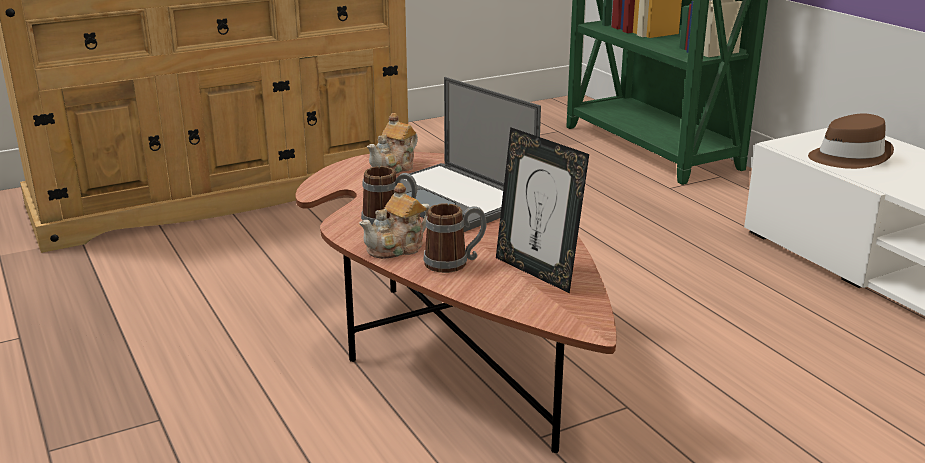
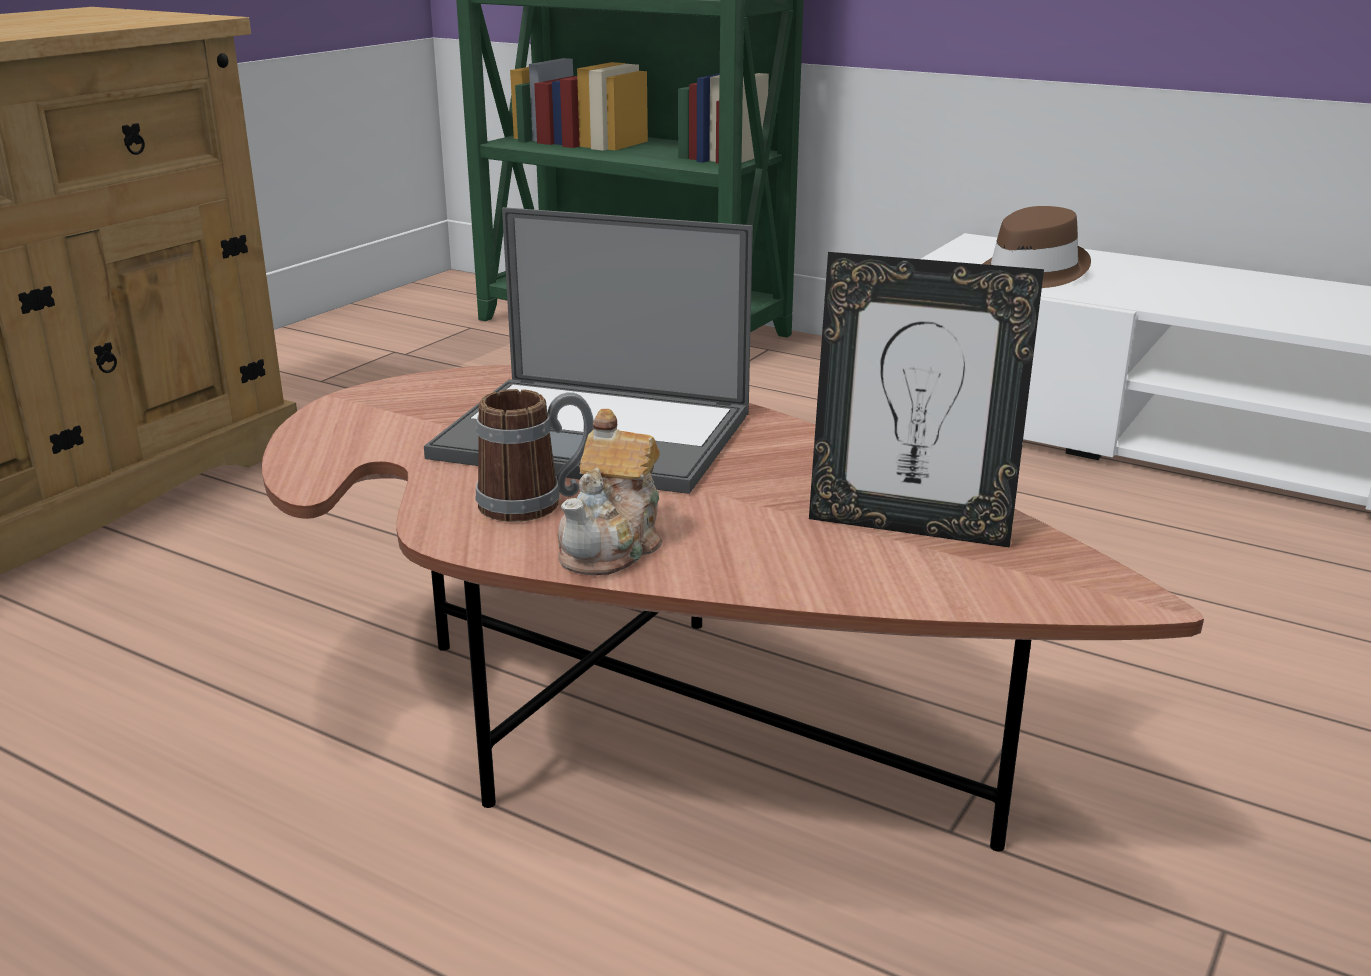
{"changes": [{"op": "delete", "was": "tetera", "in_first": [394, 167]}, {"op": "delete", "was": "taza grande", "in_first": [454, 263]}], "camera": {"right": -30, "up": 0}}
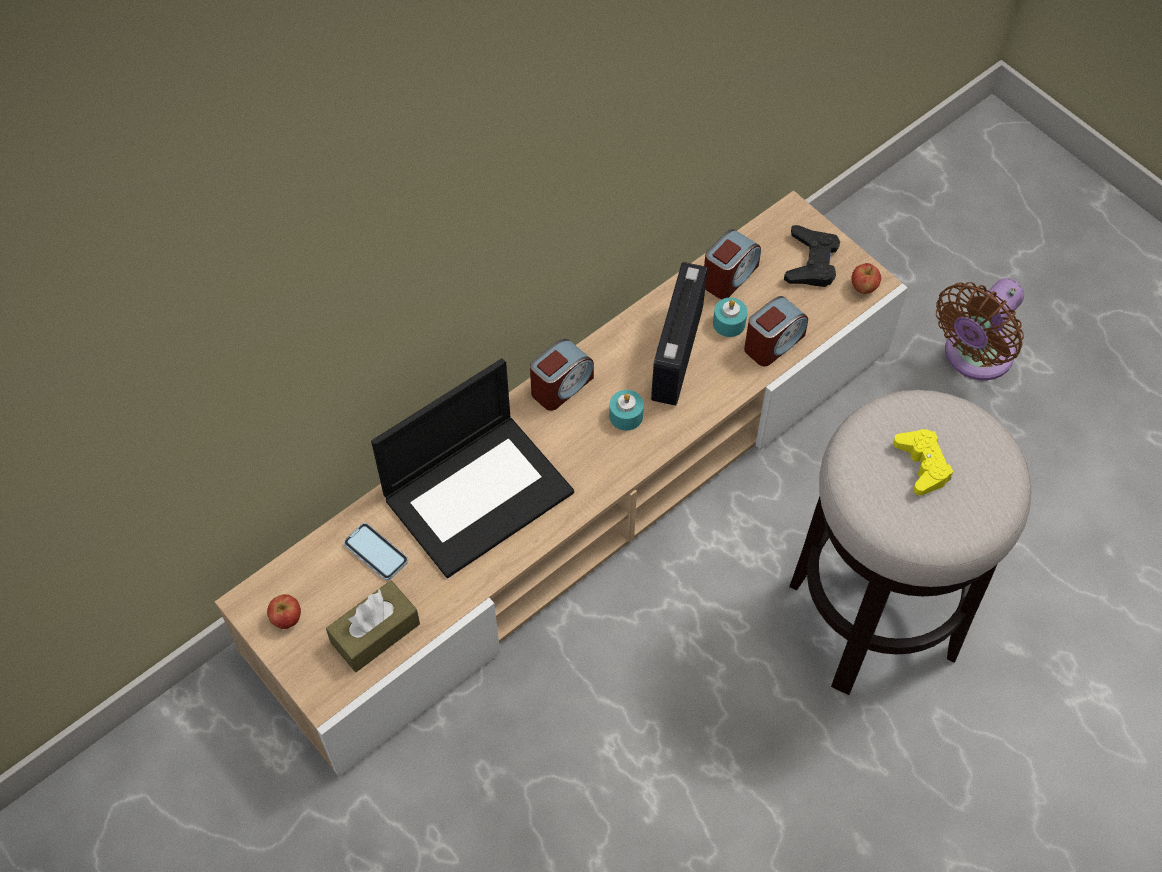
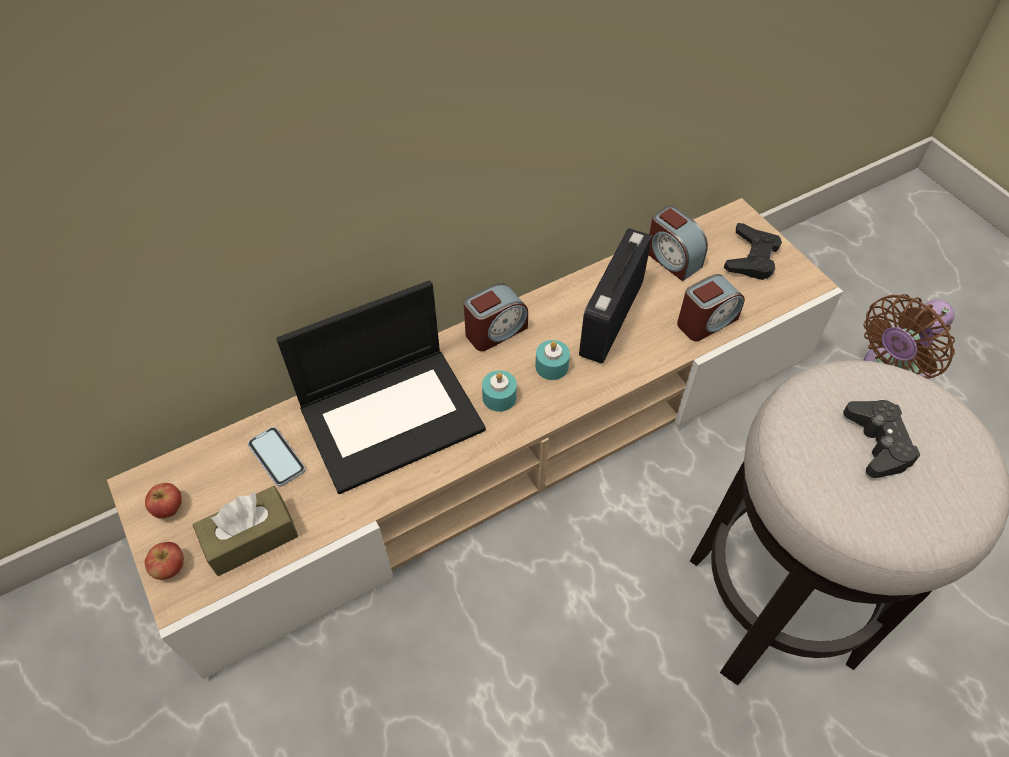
{"changes": [{"op": "rotate", "was": "despertador", "in_first": [729, 276], "in_second": [672, 259], "clockwise": 90}, {"op": "move", "was": "manzana", "in_first": [863, 287], "in_second": [170, 568]}, {"op": "move", "was": "vela (turquesa)", "in_first": [729, 323], "in_second": [499, 397]}, {"op": "recolor", "was": "mando de consola (amarillo)", "now": "mando de consola (negro)", "in_first": [922, 465], "in_second": [877, 443]}], "camera": {"right": 10, "up": -5}}
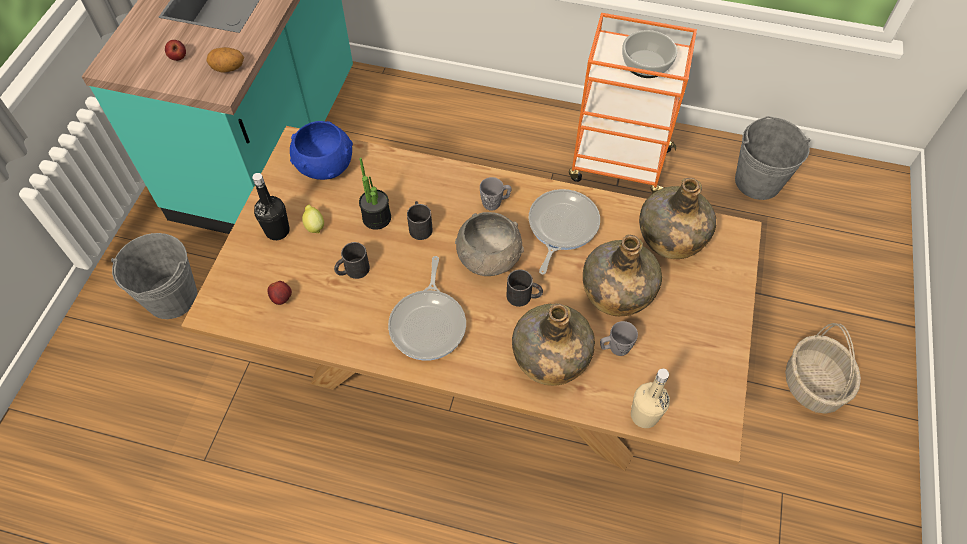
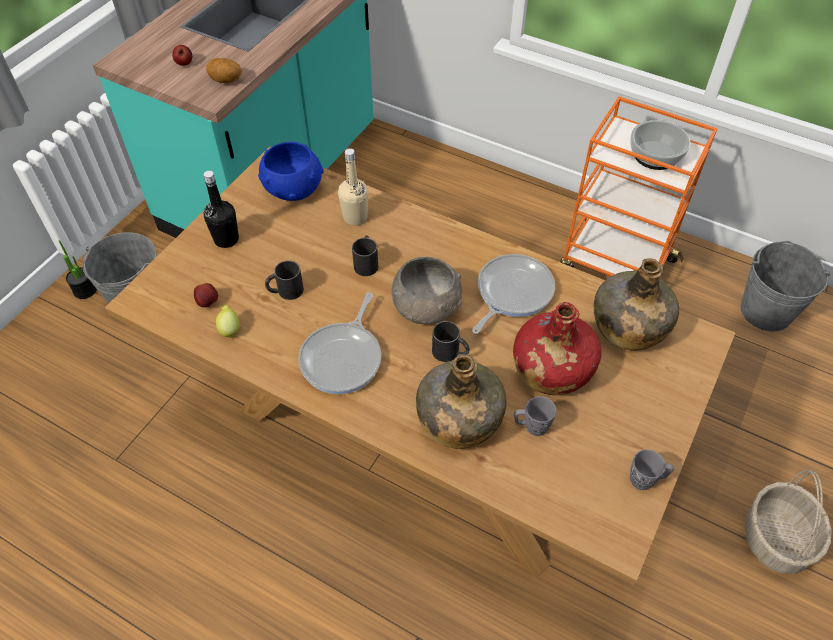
{"changes": [{"op": "move", "was": "planta en maceta", "in_first": [376, 218], "in_second": [85, 290]}, {"op": "move", "was": "taza grande (gris)", "in_first": [495, 203], "in_second": [646, 480]}, {"op": "move", "was": "limón", "in_first": [314, 226], "in_second": [230, 329]}, {"op": "recolor", "was": "botella (verde)", "now": "botella (rojo)", "in_first": [616, 291], "in_second": [551, 369]}, {"op": "move", "was": "botella (beis)", "in_first": [644, 415], "in_second": [355, 217]}], "camera": {"right": 15, "up": -5}}
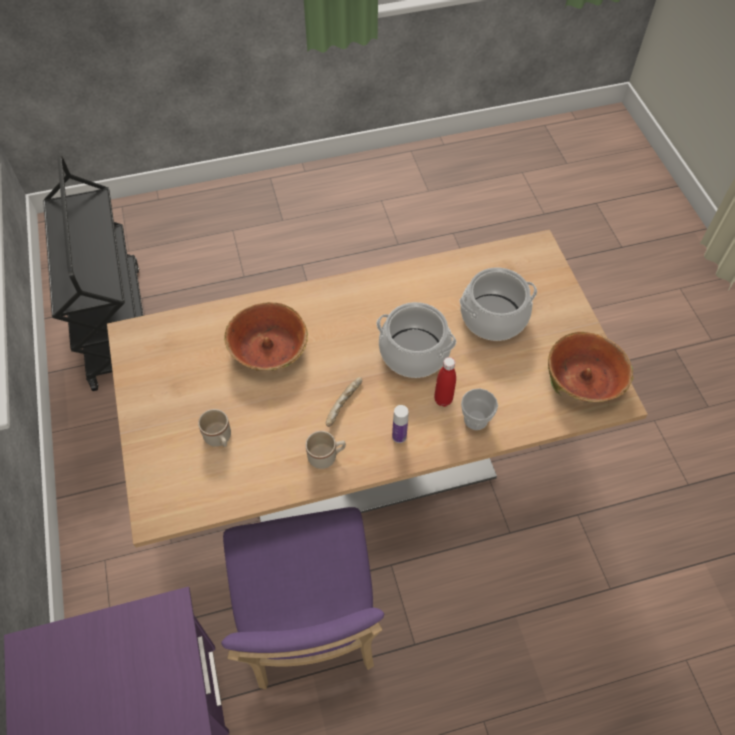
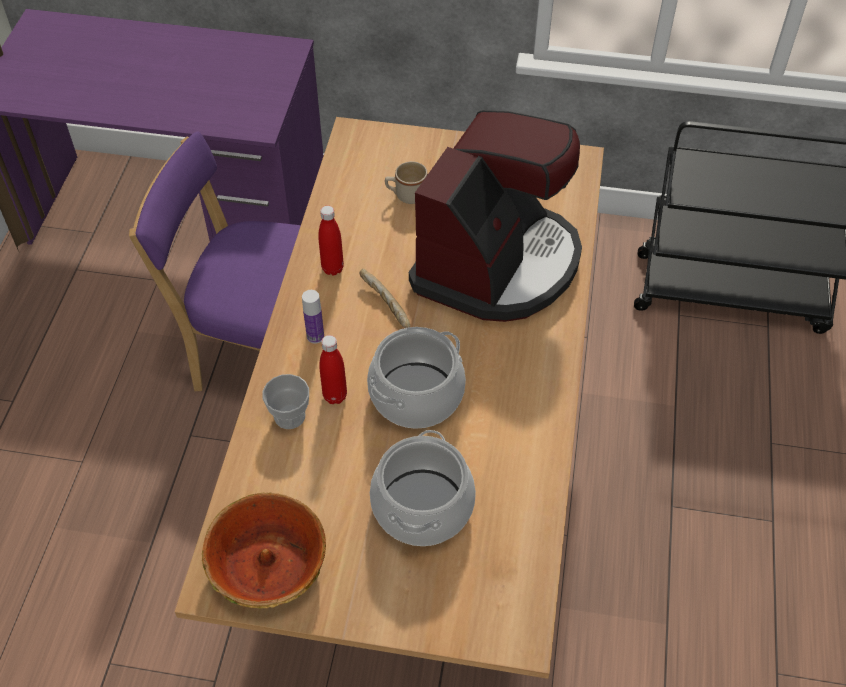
{"changes": [{"op": "replace", "was": "cuenco", "now": "cafetera", "in_first": [268, 349], "in_second": [497, 263]}, {"op": "replace", "was": "taza grande (beis)", "now": "botella (rojo)", "in_first": [326, 456], "in_second": [332, 268]}], "camera": {"right": 115, "up": -5}}
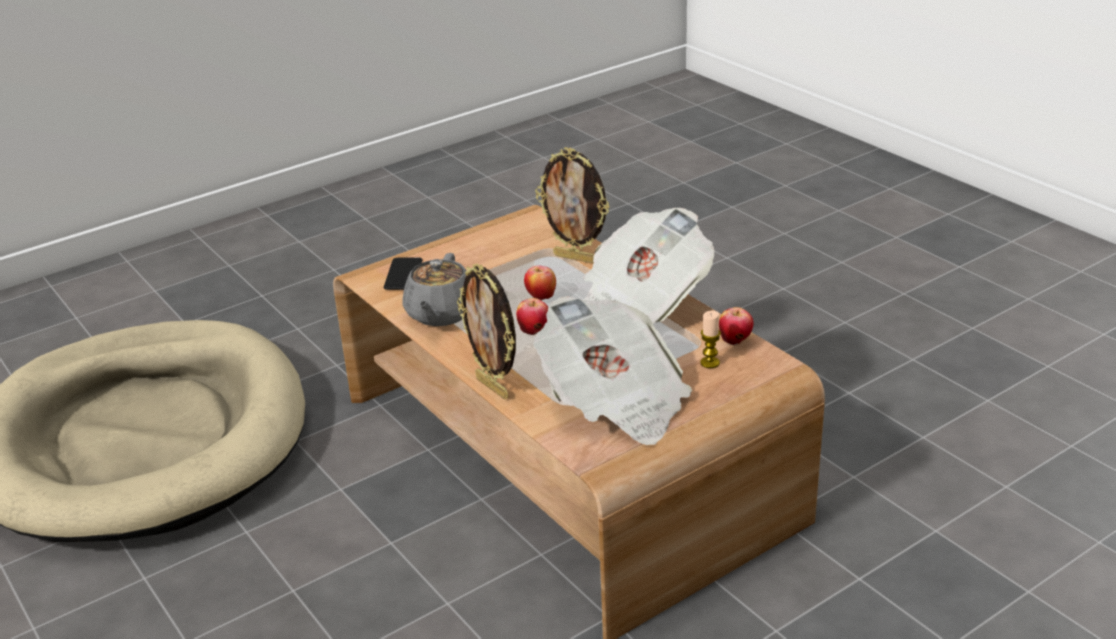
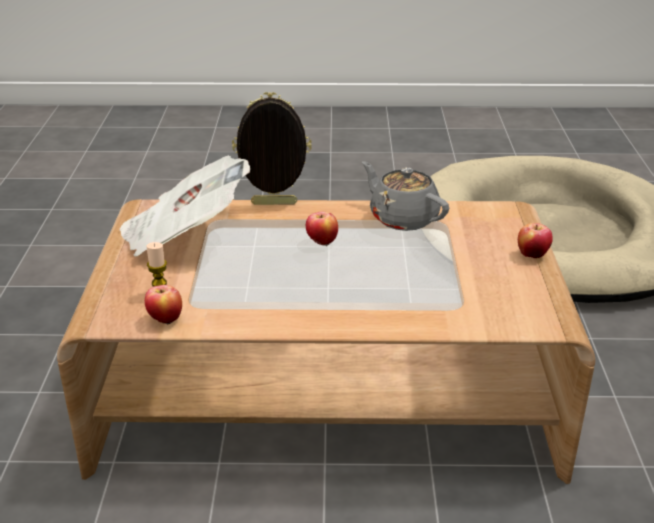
{"changes": [{"op": "delete", "was": "portarretratos", "in_first": [575, 258]}, {"op": "delete", "was": "periódico", "in_first": [640, 304]}, {"op": "delete", "was": "móvil", "in_first": [403, 275]}, {"op": "move", "was": "manzana", "in_first": [541, 297], "in_second": [532, 255]}], "camera": {"right": 125, "up": 0}}
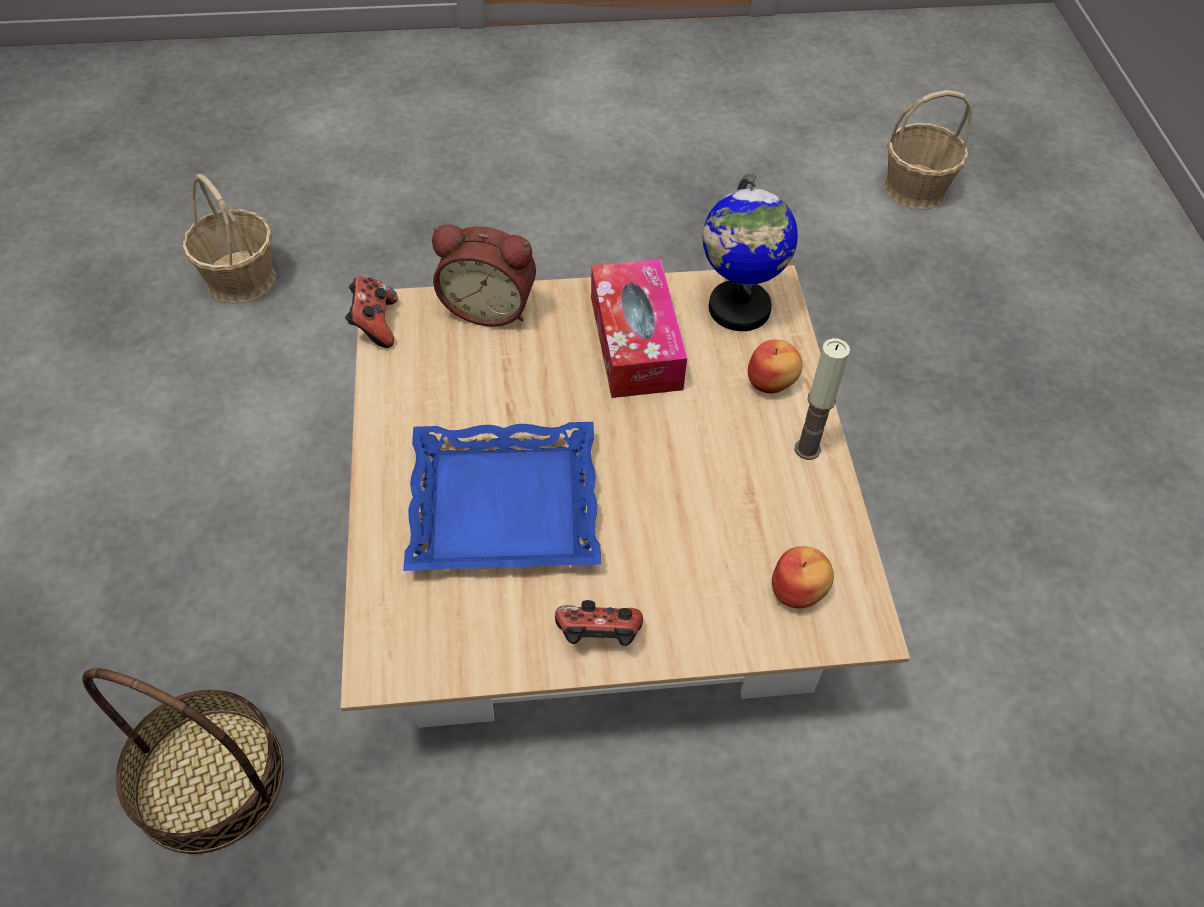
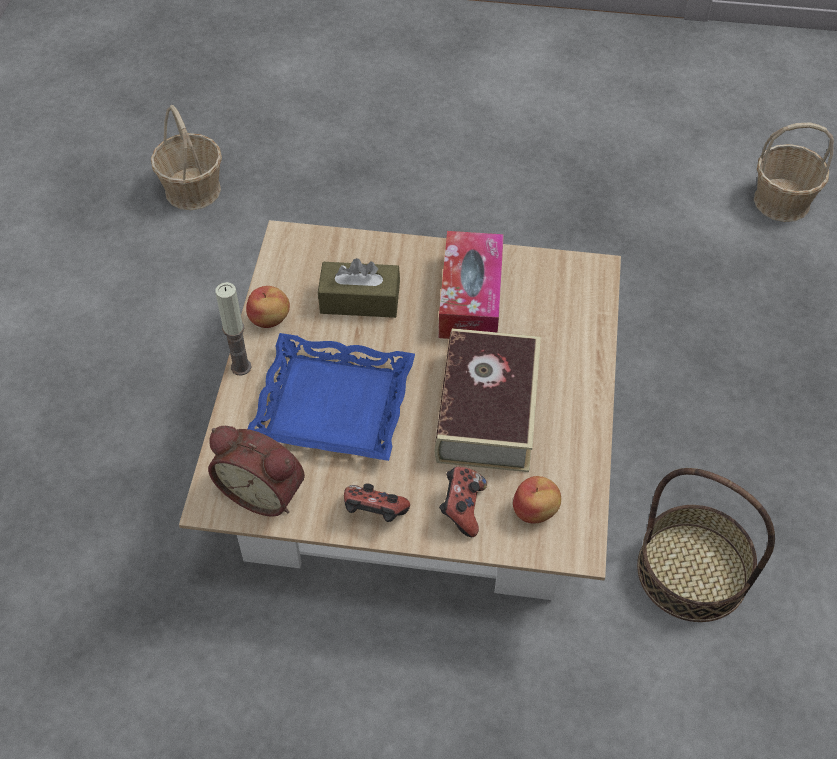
{"changes": [{"op": "delete", "was": "globo terráqueo", "in_first": [738, 309]}, {"op": "move", "was": "despertador", "in_first": [489, 306], "in_second": [264, 491]}, {"op": "move", "was": "mando de consola", "in_first": [375, 324], "in_second": [462, 509]}, {"op": "move", "was": "vela", "in_first": [807, 449], "in_second": [241, 367]}, {"op": "move", "was": "manzana", "in_first": [771, 382], "in_second": [270, 319]}, {"op": "move", "was": "cesta", "in_first": [210, 778], "in_second": [692, 571]}, {"op": "insert", "now": "caja de pañuelos (marrón)", "in_second": [360, 300]}, {"op": "insert", "now": "libro", "in_second": [487, 410]}], "camera": {"right": 15, "up": 0}}
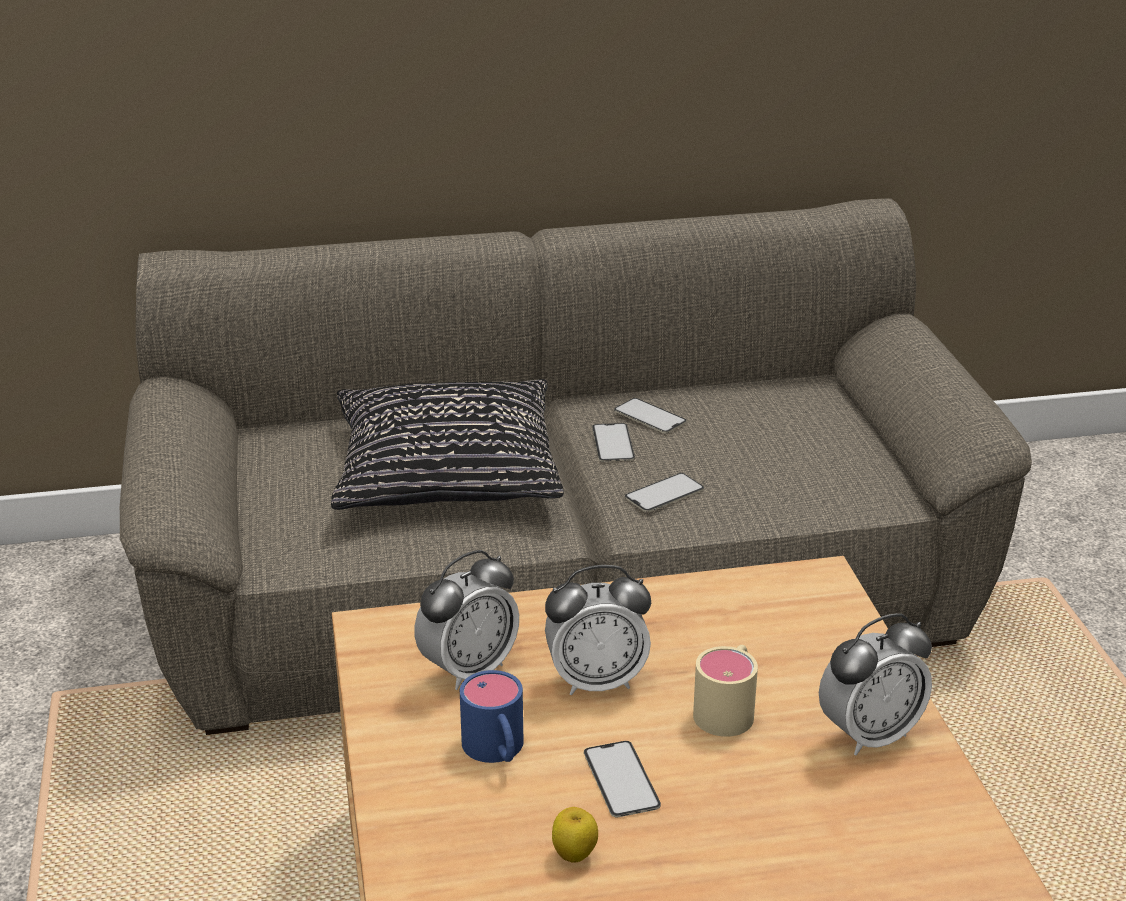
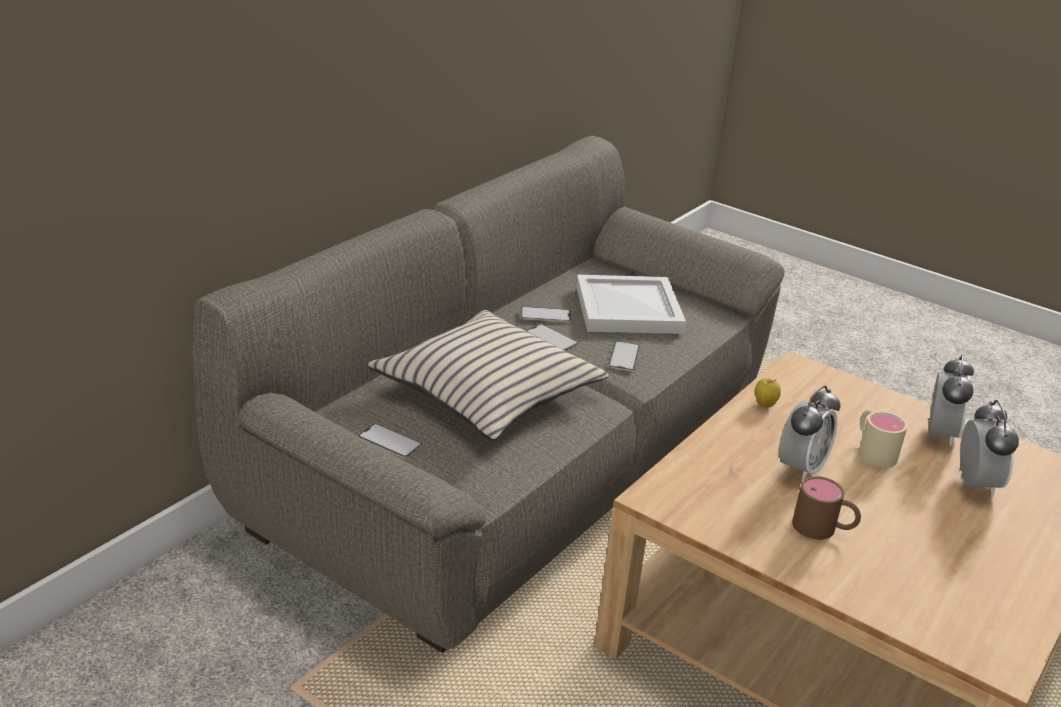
{"changes": [{"op": "recolor", "was": "cojín (negro)", "now": "cojín (beis)", "in_first": [446, 470], "in_second": [487, 392]}, {"op": "move", "was": "despertador", "in_first": [468, 670], "in_second": [975, 484]}, {"op": "recolor", "was": "taza grande (azul)", "now": "taza grande (marrón)", "in_first": [497, 751], "in_second": [823, 529]}, {"op": "move", "was": "móvil", "in_first": [621, 779], "in_second": [390, 441]}, {"op": "move", "was": "manzana", "in_first": [574, 855], "in_second": [765, 404]}, {"op": "insert", "now": "bandeja (blanco)", "in_second": [627, 310]}], "camera": {"right": -45, "up": 0}}
